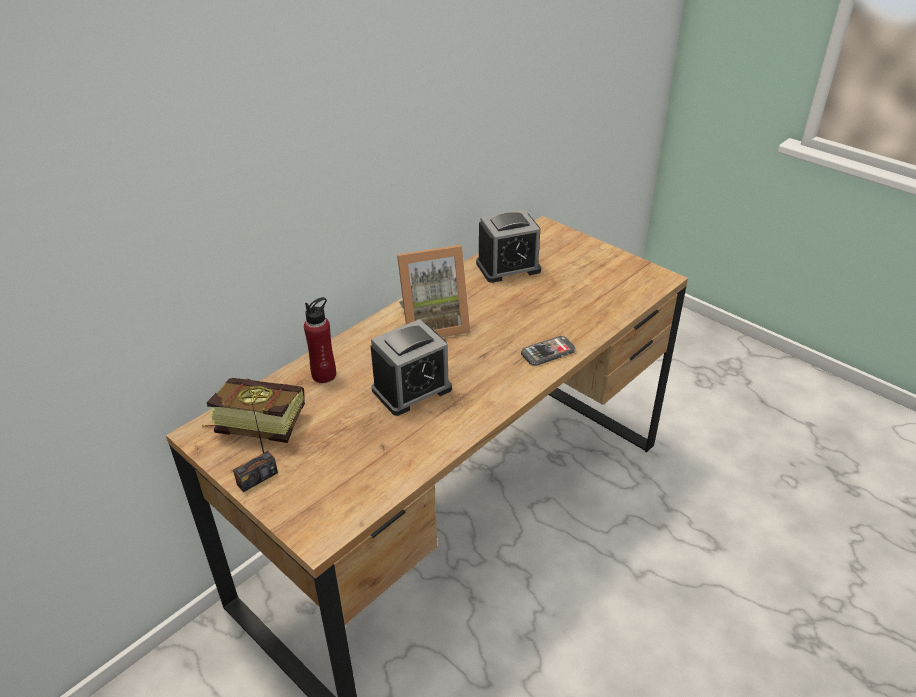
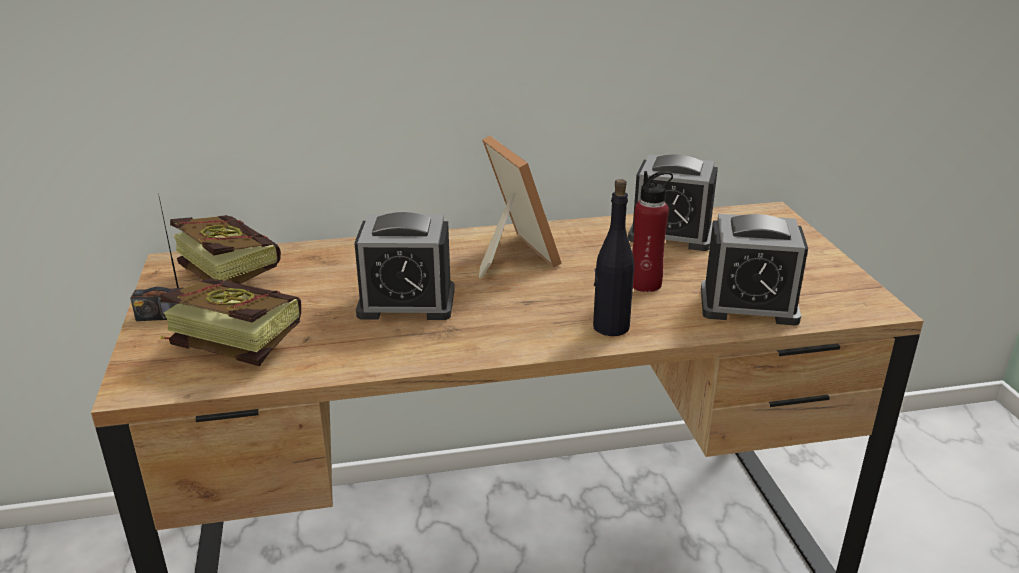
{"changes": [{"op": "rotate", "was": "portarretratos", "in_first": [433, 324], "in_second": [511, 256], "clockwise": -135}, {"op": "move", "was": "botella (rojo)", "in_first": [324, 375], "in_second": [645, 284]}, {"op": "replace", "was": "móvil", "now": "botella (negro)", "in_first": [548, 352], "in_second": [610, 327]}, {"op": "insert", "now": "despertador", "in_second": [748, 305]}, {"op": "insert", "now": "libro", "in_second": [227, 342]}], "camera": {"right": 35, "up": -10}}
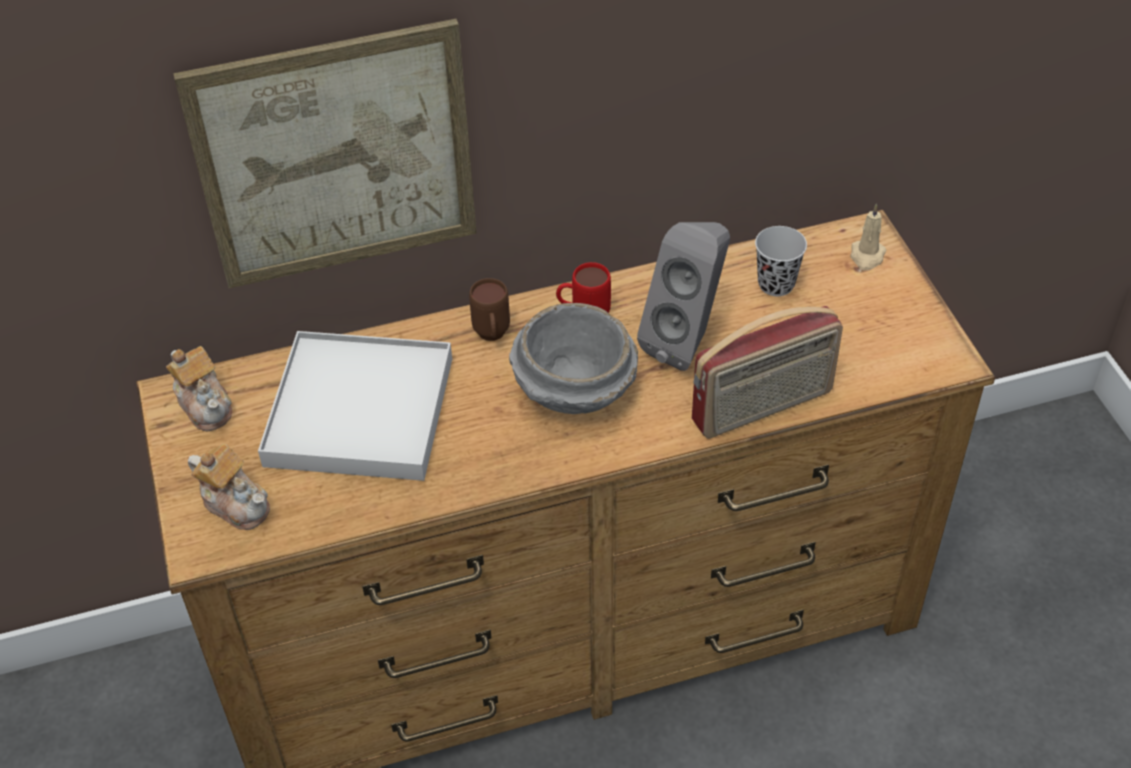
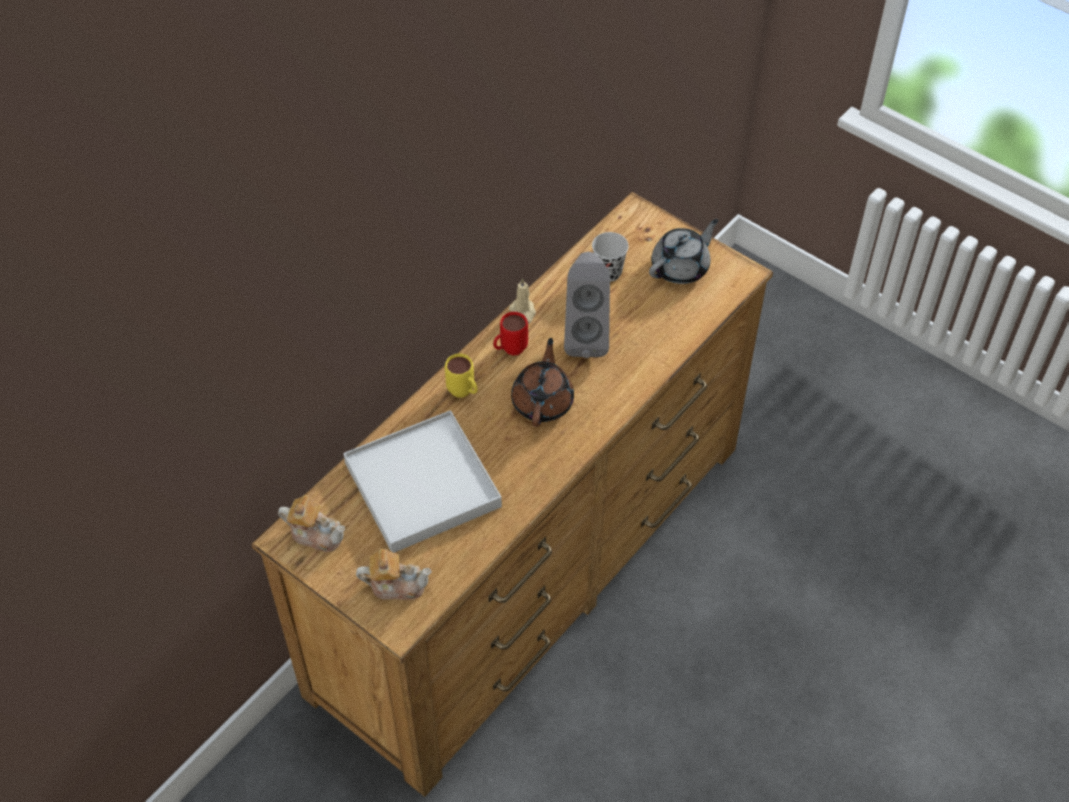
{"changes": [{"op": "delete", "was": "cuadro", "in_first": [336, 156]}, {"op": "move", "was": "vela (beis)", "in_first": [867, 256], "in_second": [523, 312]}, {"op": "recolor", "was": "taza grande (marrón)", "now": "taza grande (amarillo)", "in_first": [492, 337], "in_second": [464, 393]}, {"op": "replace", "was": "cuenco (gris)", "now": "tetera (marrón)", "in_first": [574, 389], "in_second": [543, 401]}, {"op": "delete", "was": "radio", "in_first": [763, 408]}, {"op": "insert", "now": "tetera (gris)", "in_second": [681, 267]}], "camera": {"right": -35, "up": 5}}
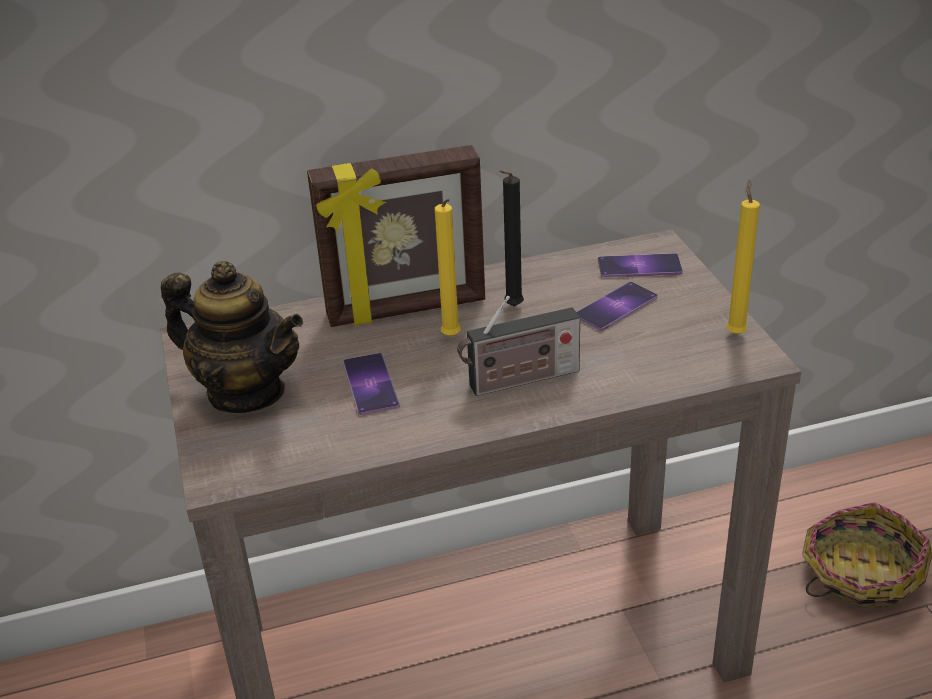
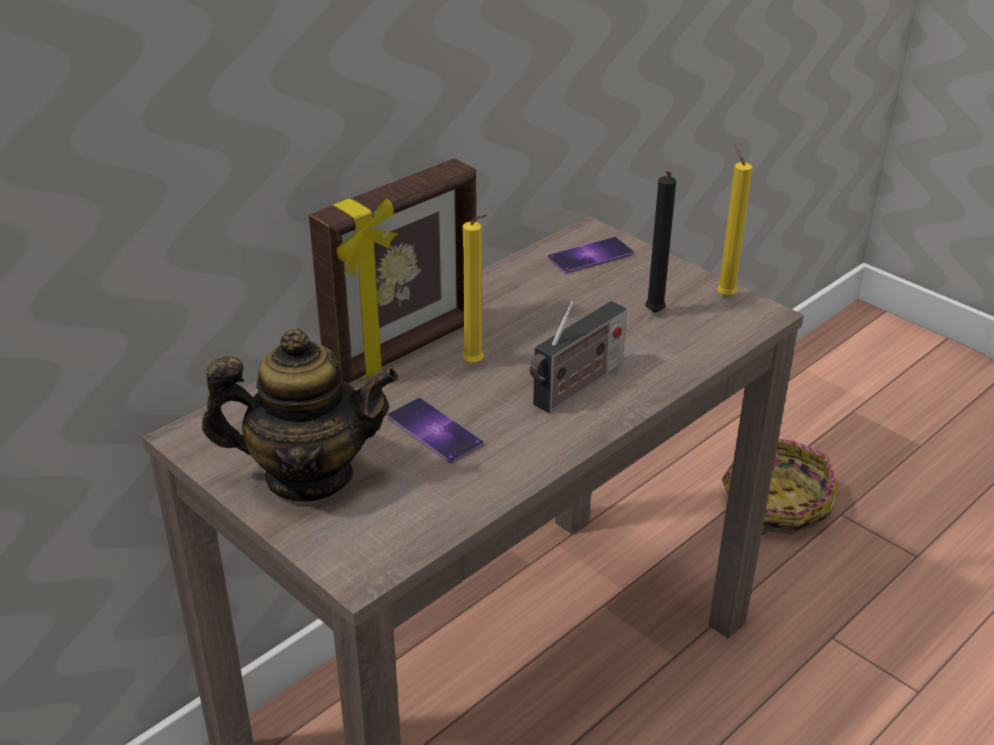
{"changes": [{"op": "move", "was": "vela (negro)", "in_first": [511, 307], "in_second": [654, 314]}, {"op": "delete", "was": "móvil", "in_first": [616, 306]}], "camera": {"right": -30, "up": 0}}
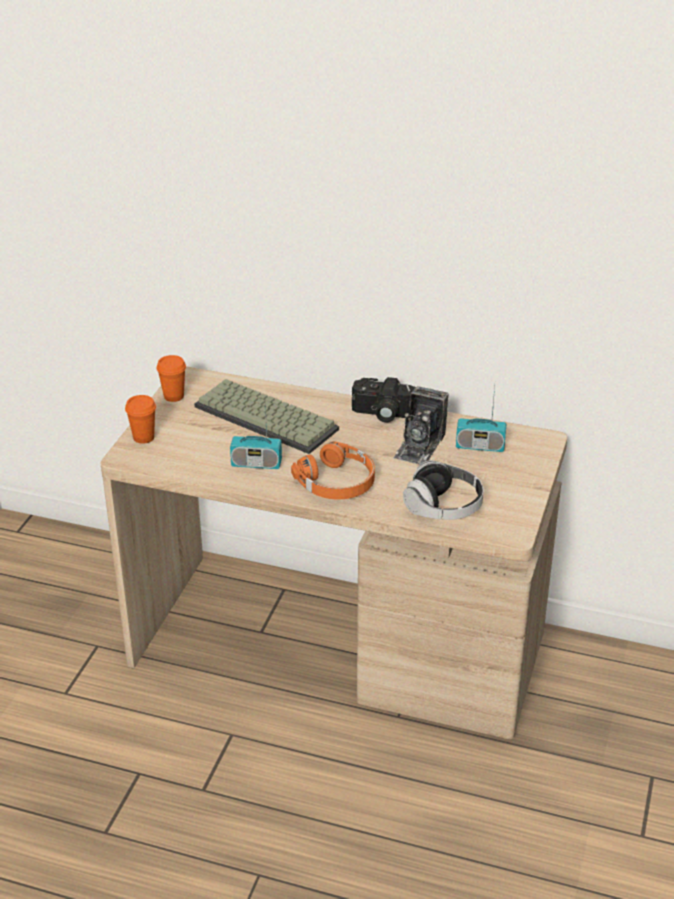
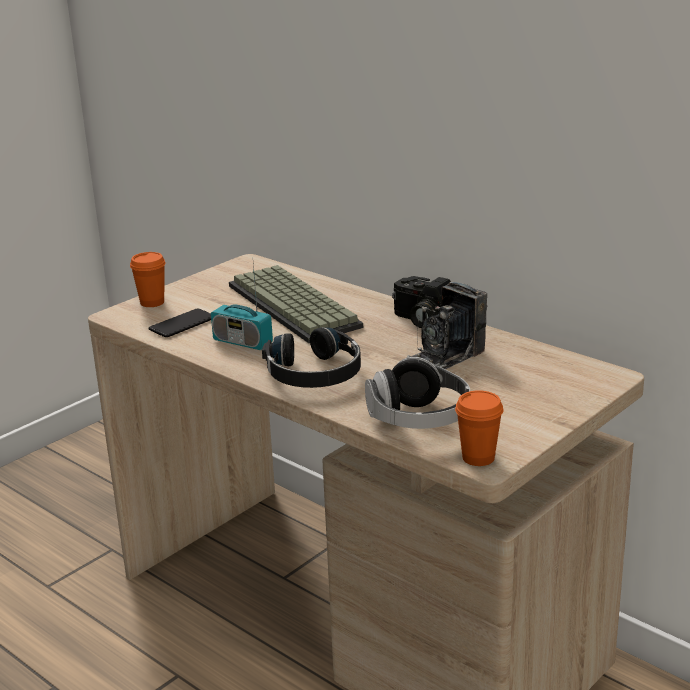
{"changes": [{"op": "move", "was": "taza (naranja)", "in_first": [173, 396], "in_second": [478, 458]}, {"op": "delete", "was": "radio", "in_first": [480, 446]}, {"op": "recolor", "was": "auriculares (naranja)", "now": "auriculares (negro)", "in_first": [337, 482], "in_second": [315, 373]}, {"op": "insert", "now": "móvil", "in_second": [182, 324]}], "camera": {"right": 25, "up": -10}}
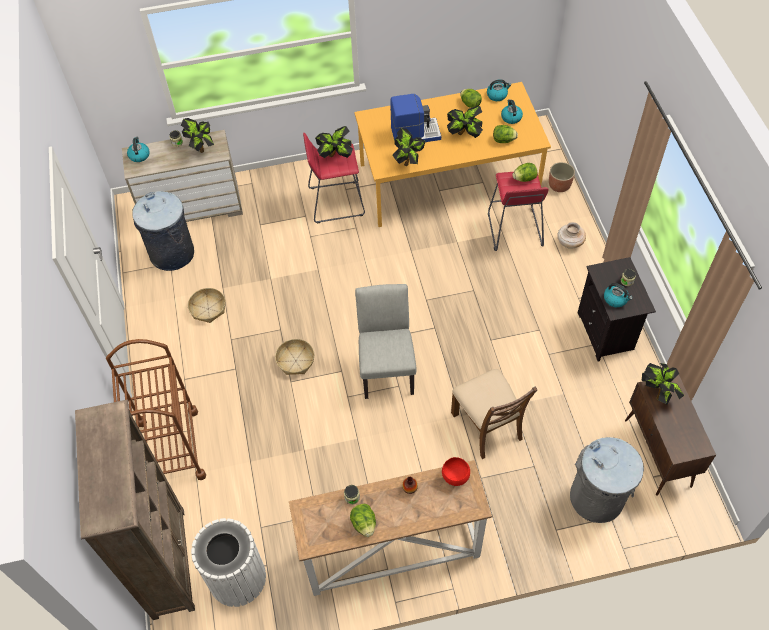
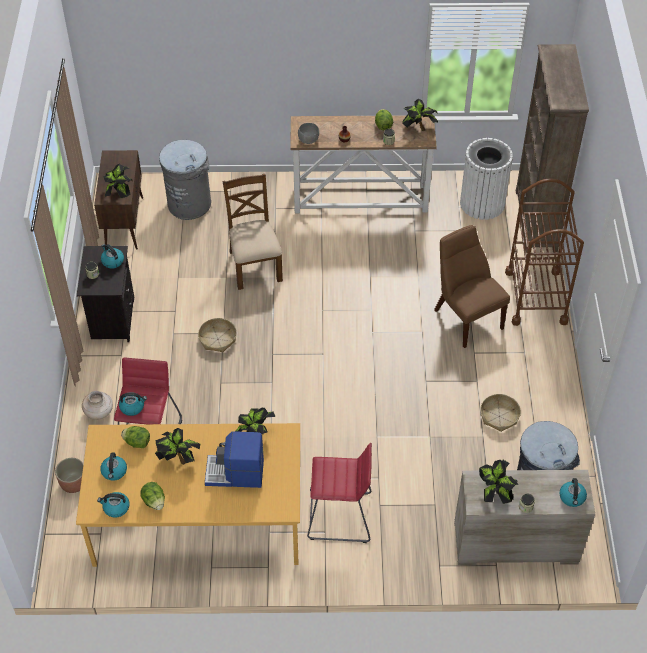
{"changes": [{"op": "move", "was": "planta en maceta", "in_first": [336, 156], "in_second": [418, 128]}, {"op": "replace", "was": "lechuga", "now": "hervidor", "in_first": [524, 178], "in_second": [132, 407]}, {"op": "delete", "was": "silla (gris)", "in_first": [386, 367]}, {"op": "move", "was": "cesta", "in_first": [296, 360], "in_second": [217, 339]}, {"op": "recolor", "was": "cuenco (rojo)", "now": "cuenco (gris)", "in_first": [455, 477], "in_second": [308, 140]}, {"op": "insert", "now": "silla (marrón)", "in_second": [466, 317]}], "camera": {"right": -170, "up": -5}}
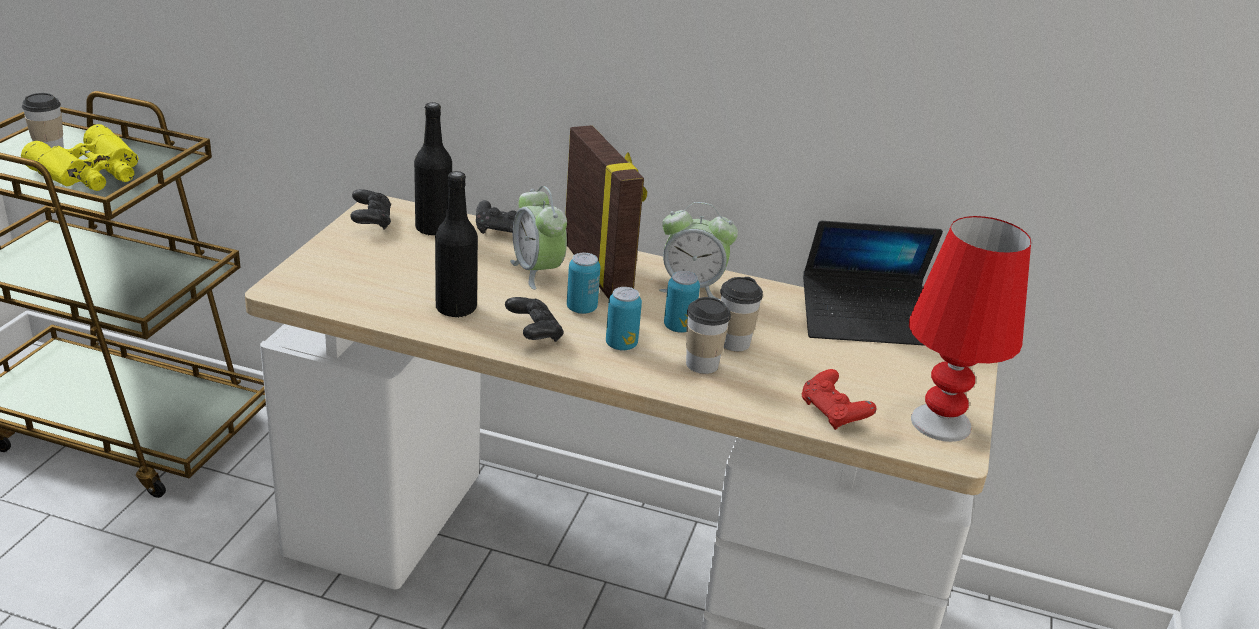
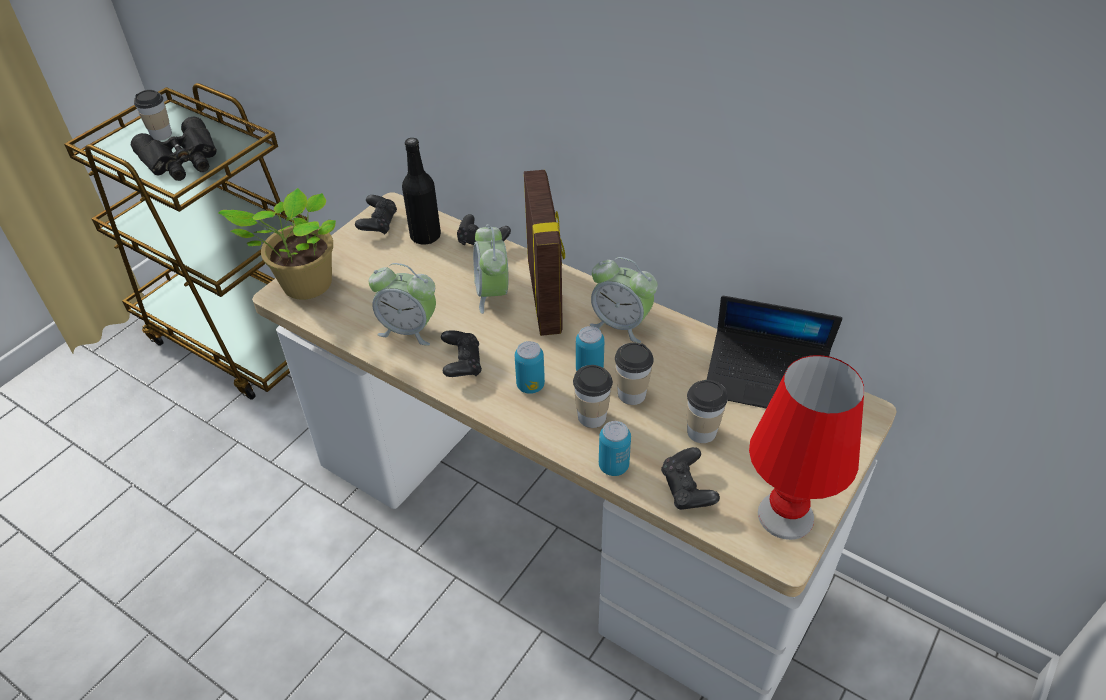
{"changes": [{"op": "recolor", "was": "prismáticos (amarillo)", "now": "prismáticos (negro)", "in_first": [91, 173], "in_second": [182, 160]}, {"op": "replace", "was": "botella (negro)", "now": "despertador", "in_first": [456, 308], "in_second": [409, 329]}, {"op": "move", "was": "lata", "in_first": [581, 308], "in_second": [613, 466]}, {"op": "recolor", "was": "mando de consola (rojo)", "now": "mando de consola (negro)", "in_first": [833, 413], "in_second": [687, 490]}, {"op": "insert", "now": "planta en maceta", "in_second": [303, 286]}, {"op": "insert", "now": "taza", "in_second": [701, 431]}], "camera": {"right": 20, "up": 15}}
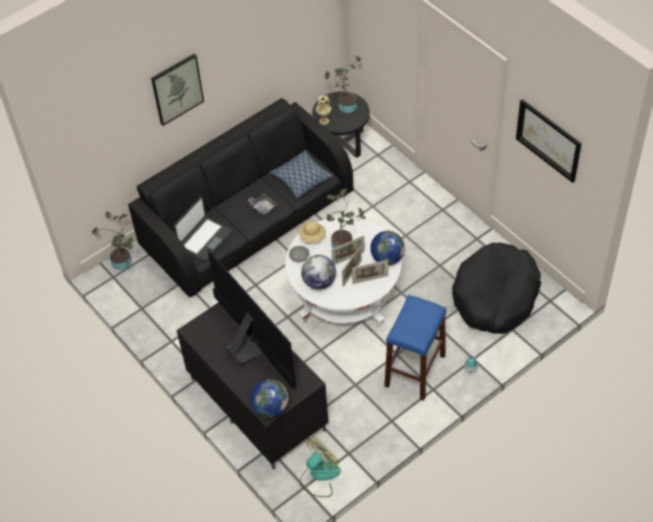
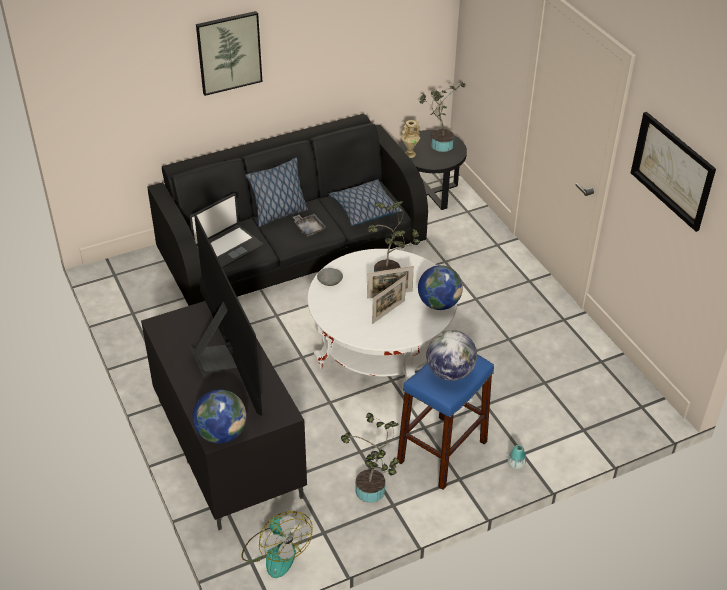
{"changes": [{"op": "move", "was": "planta en maceta", "in_first": [123, 262], "in_second": [373, 492]}, {"op": "delete", "was": "sombrero (beis)", "in_first": [313, 237]}, {"op": "delete", "was": "cama para perro (negro)", "in_first": [495, 296]}, {"op": "move", "was": "globo terráqueo", "in_first": [319, 282], "in_second": [450, 372]}, {"op": "delete", "was": "portarretratos", "in_first": [370, 279]}, {"op": "rotate", "was": "ventilador", "in_first": [319, 475], "in_second": [275, 552], "clockwise": 90}, {"op": "insert", "now": "cojín", "in_second": [279, 214]}], "camera": {"right": 10, "up": -10}}
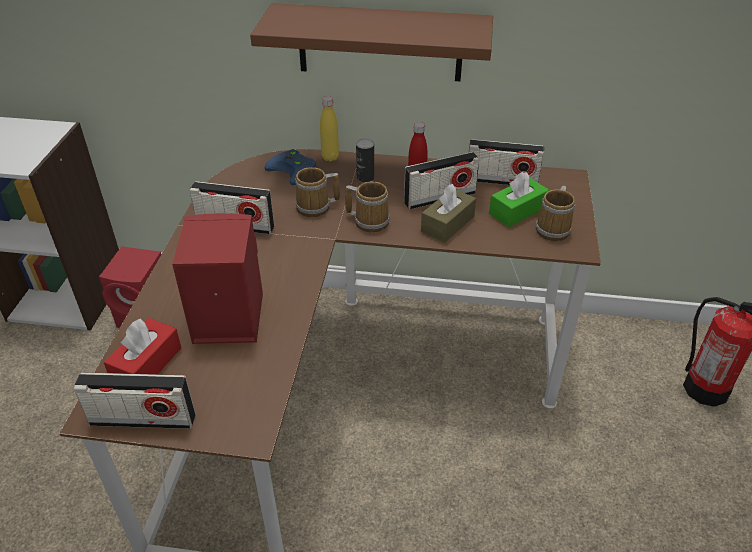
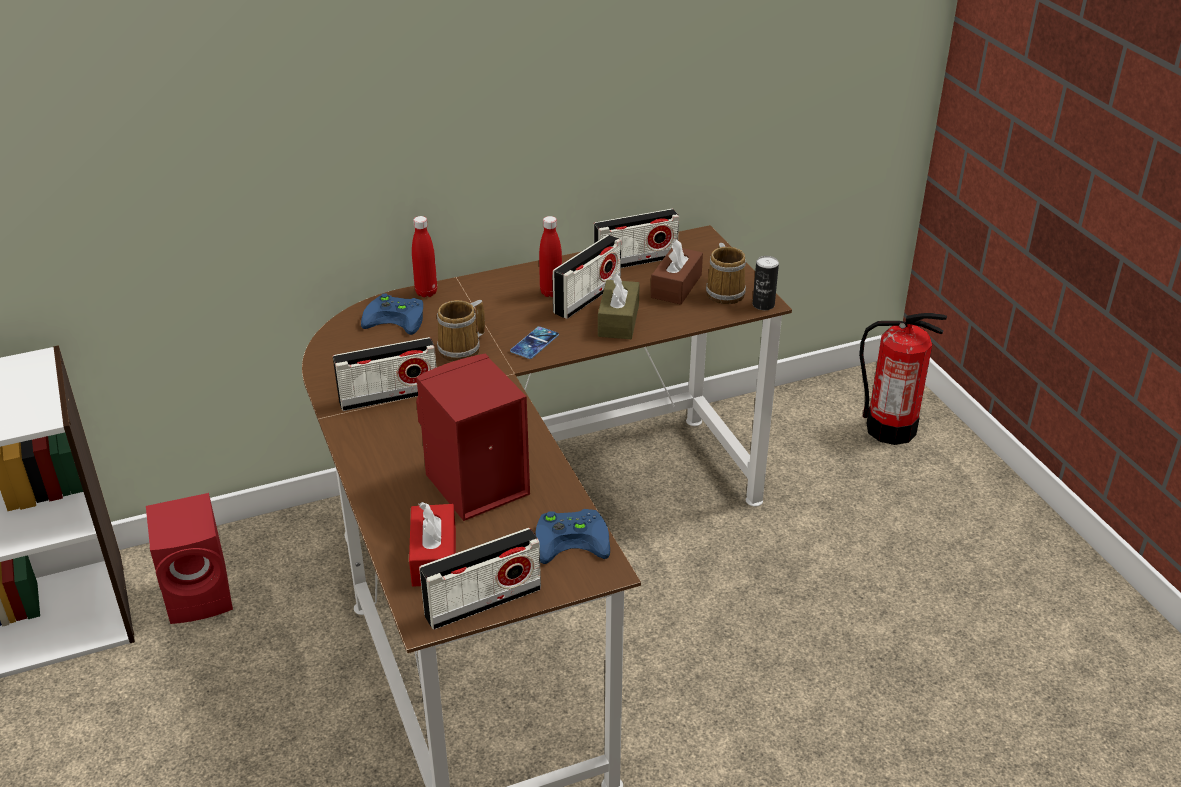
{"changes": [{"op": "delete", "was": "estante (marrón)", "in_first": [380, 43]}, {"op": "recolor", "was": "botella (amarillo)", "now": "botella (rojo)", "in_first": [330, 157], "in_second": [426, 292]}, {"op": "move", "was": "lata", "in_first": [365, 178], "in_second": [763, 305]}, {"op": "recolor", "was": "caja de pañuelos (verde)", "now": "caja de pañuelos (marrón)", "in_first": [517, 211], "in_second": [676, 286]}, {"op": "replace", "was": "taza grande", "now": "móvil", "in_first": [370, 220], "in_second": [534, 343]}, {"op": "insert", "now": "mando de consola (azul)", "in_second": [573, 538]}], "camera": {"right": -30, "up": -5}}
